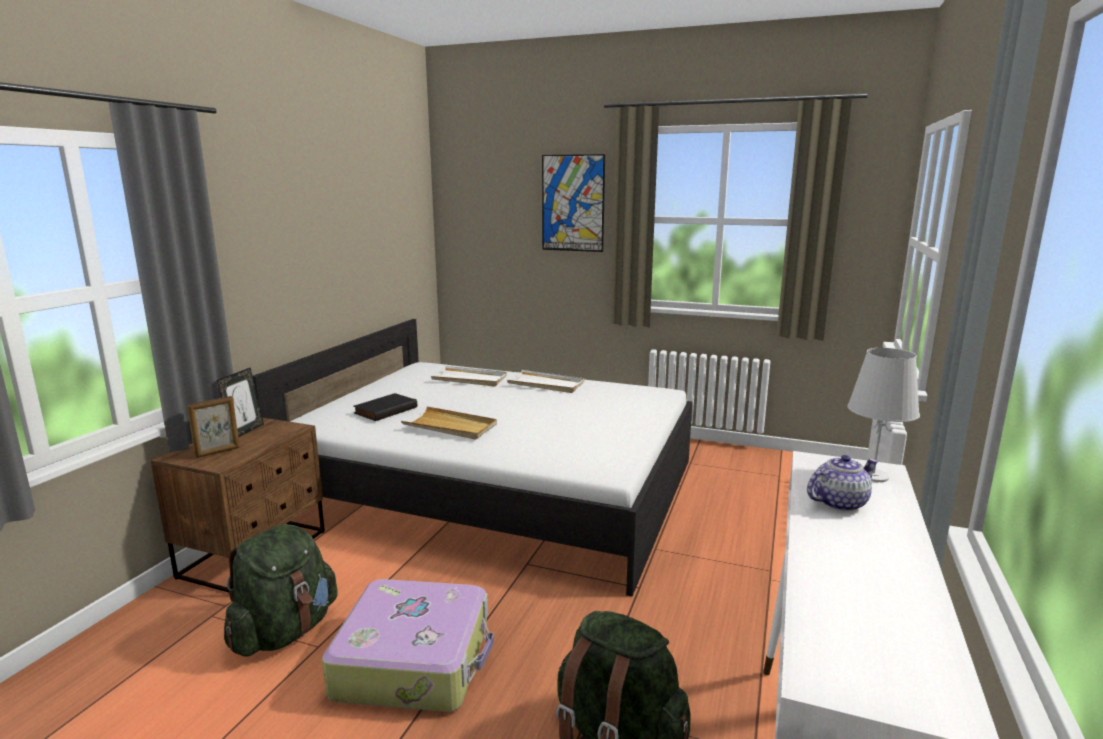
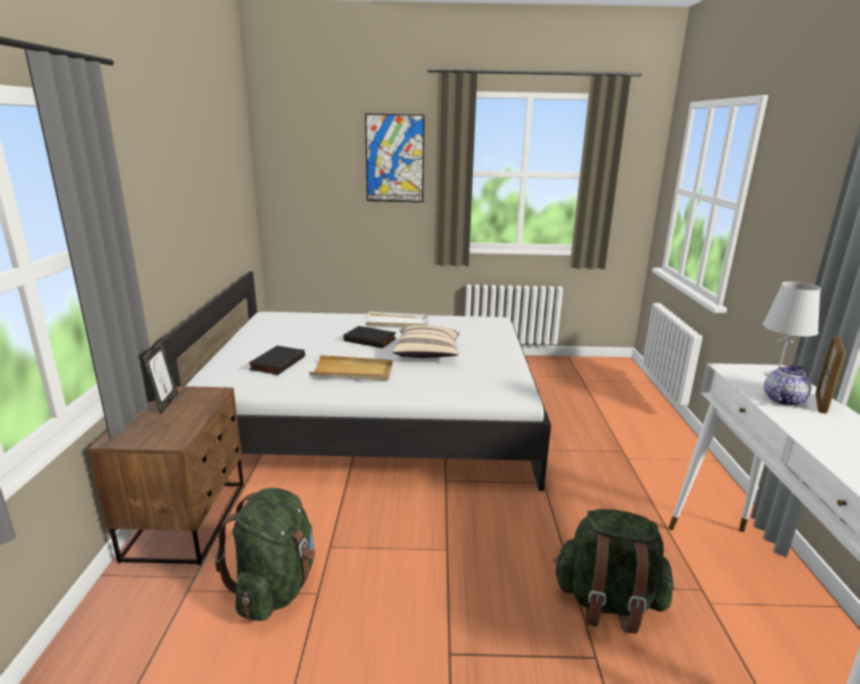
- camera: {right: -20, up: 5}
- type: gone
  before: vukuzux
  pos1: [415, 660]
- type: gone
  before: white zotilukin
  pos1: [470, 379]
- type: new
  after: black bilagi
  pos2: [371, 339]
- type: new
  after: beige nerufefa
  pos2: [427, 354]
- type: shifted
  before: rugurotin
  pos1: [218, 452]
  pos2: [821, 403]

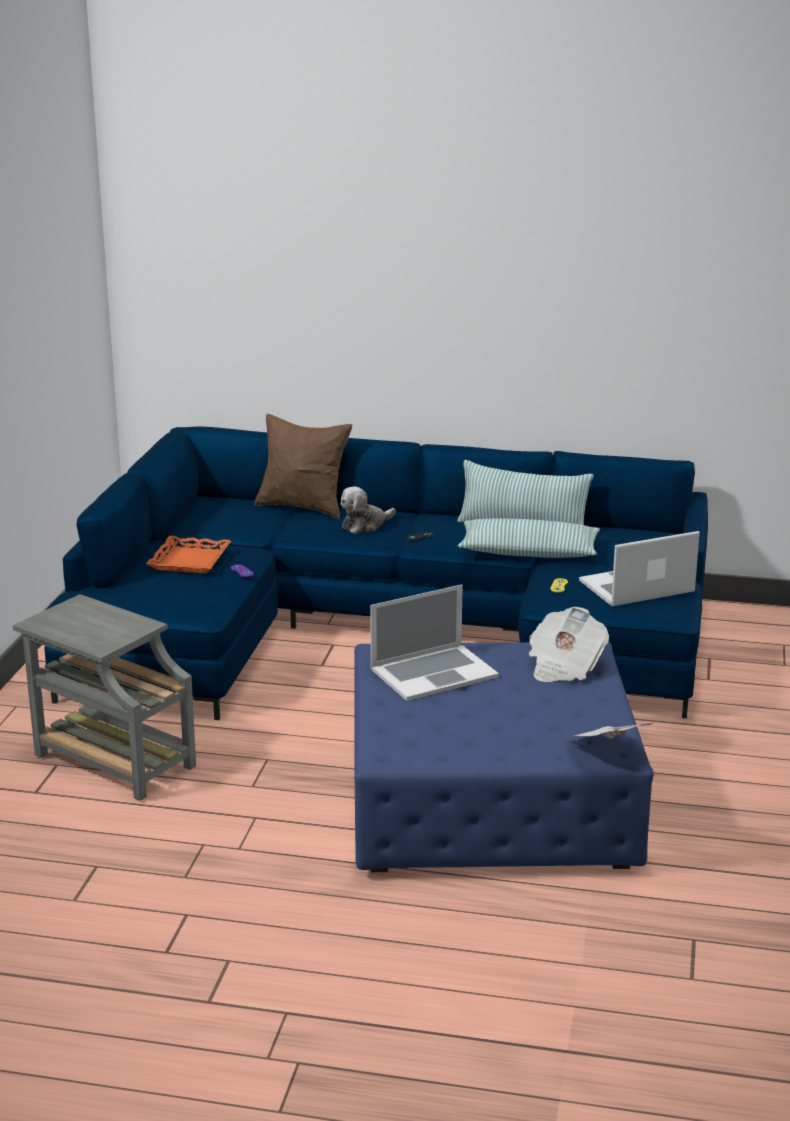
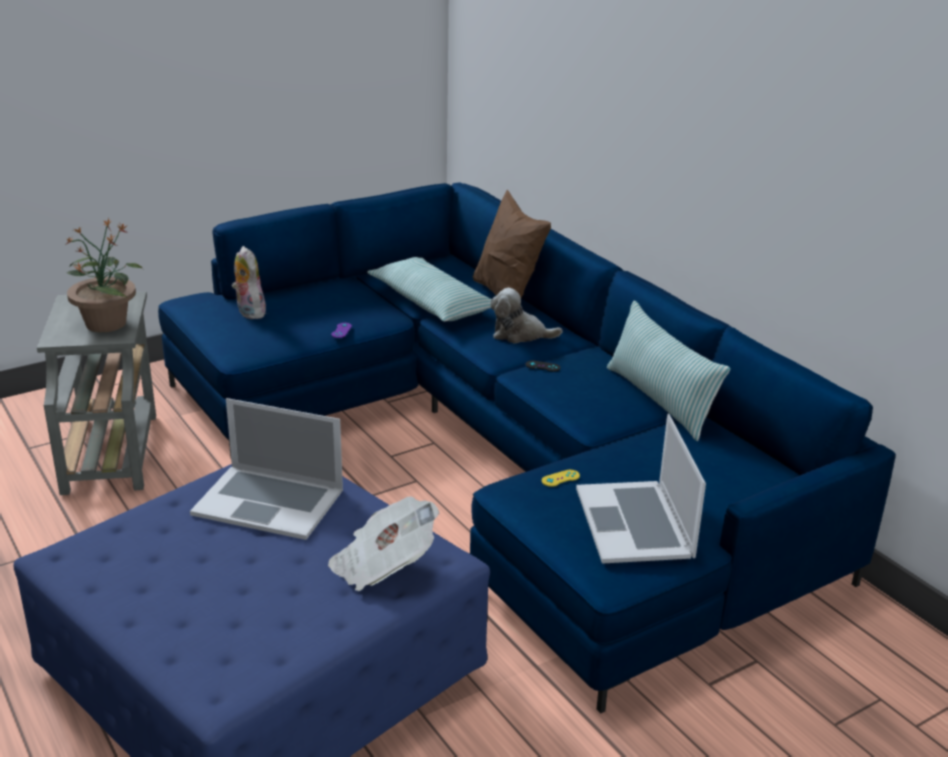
- camera: {right: 45, up: 5}
- type: gone
  before: orange zotilukin
  pos1: [189, 560]
- type: gone
  before: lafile
  pos1: [607, 751]
- type: new
  after: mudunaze
  pos2: [106, 323]
- type: new
  after: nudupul
  pos2: [248, 312]
- type: shifted
  before: nerufefa
  pos1: [528, 552]
  pos2: [432, 303]
- type: rotated
  before: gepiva
  pos1: [637, 586]
  pos2: [635, 522]
  turn: -120

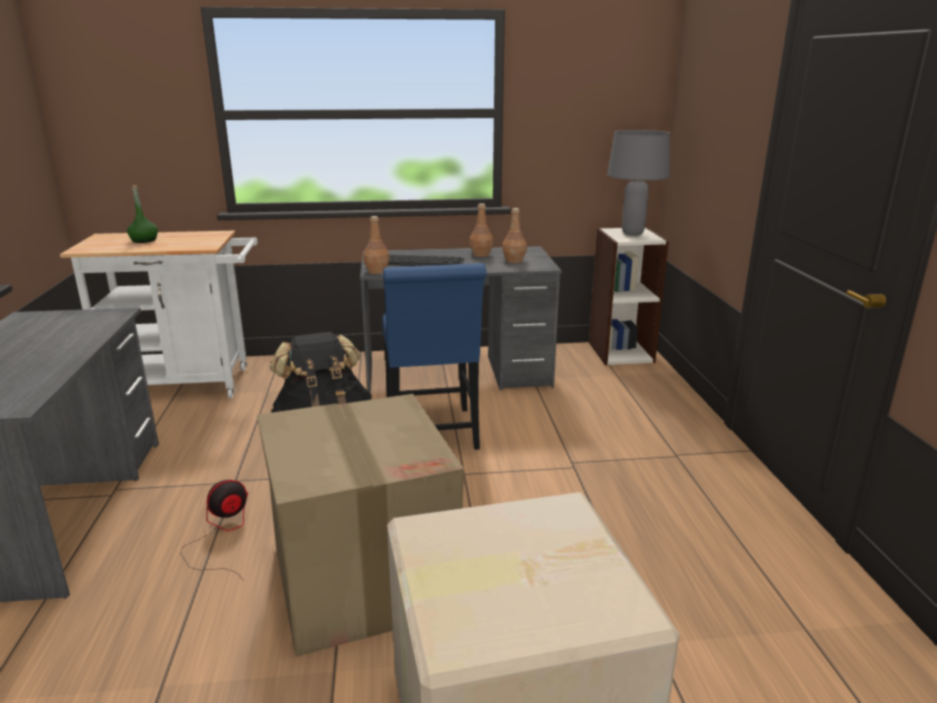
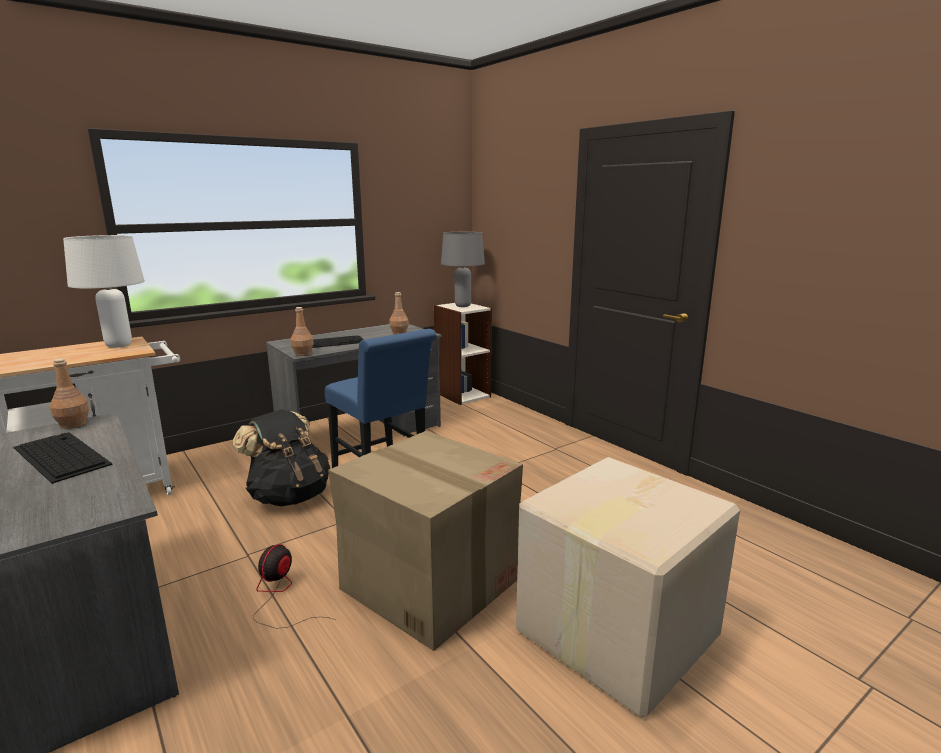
- camera: {right: -30, up: -5}
- type: gone
  before: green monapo
  pos1: [144, 240]
- type: new
  after: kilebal
  pos2: [60, 455]
- type: new
  after: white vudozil
  pos2: [119, 345]
- type: shifted
  before: brown monapo
  pos1: [481, 254]
  pos2: [73, 424]

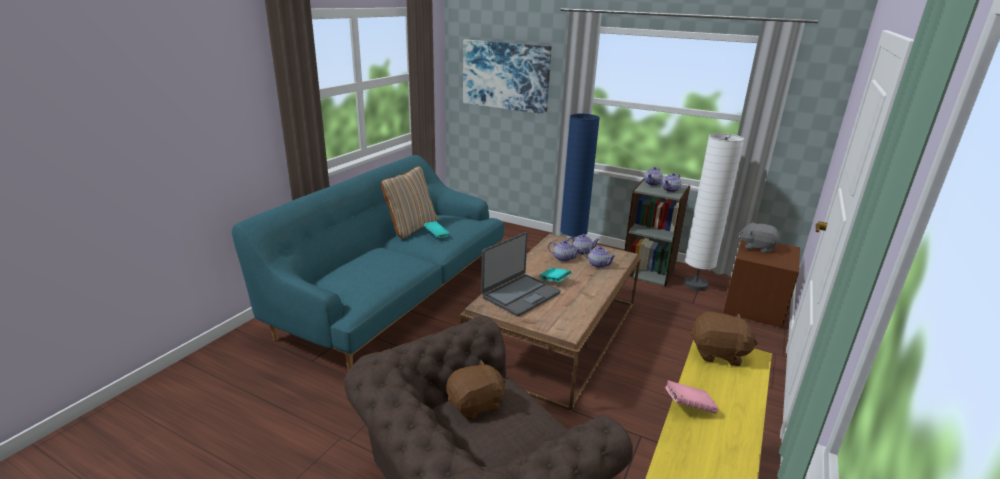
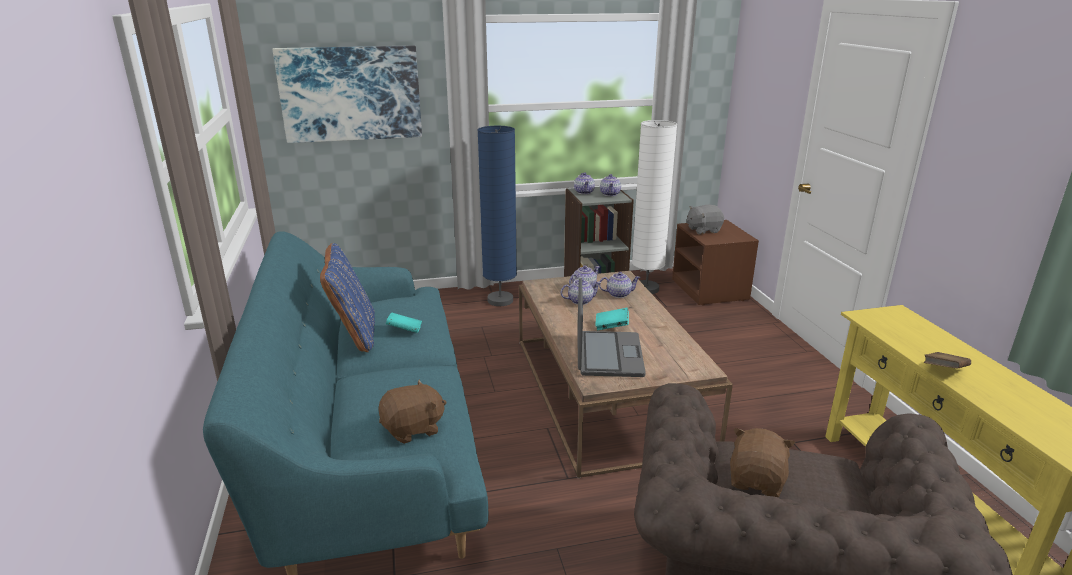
- camera: {right: -40, up: 0}
- type: shifted
  before: brown nudupul
  pos1: [718, 353]
  pos2: [413, 429]
- type: repainted
  before: beige nerufefa
  after: blue nerufefa
  pos1: [411, 227]
  pos2: [354, 334]
- type: repainted
  before: pink bilagi
  after: brown bilagi
  pos1: [688, 406]
  pos2: [944, 371]

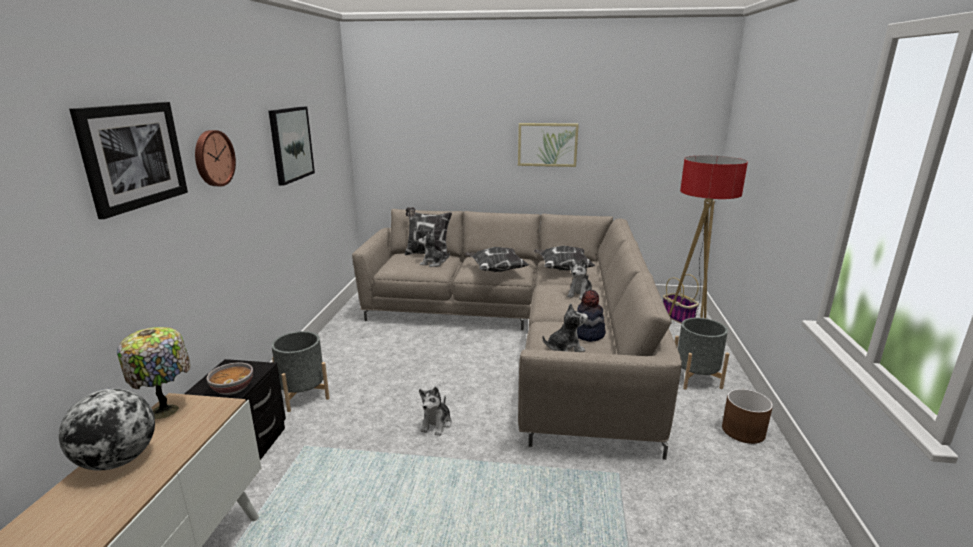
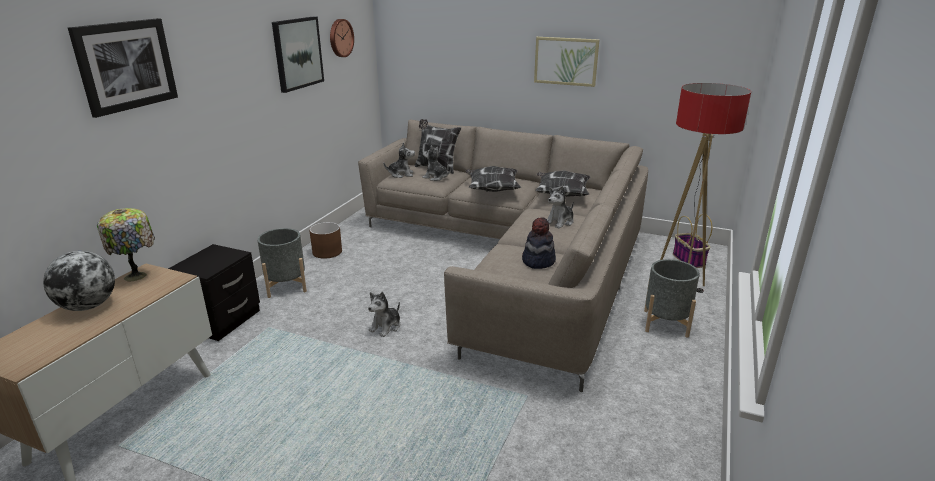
- camera: {right: 15, up: 5}
- type: gone
  before: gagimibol
  pos1: [232, 388]
- type: shifted
  before: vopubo
  pos1: [213, 158]
  pos2: [340, 38]
- type: shifted
  before: nudupul
  pos1: [564, 349]
  pos2: [401, 174]
- type: shifted
  before: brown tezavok
  pos1: [743, 430]
  pos2: [327, 252]

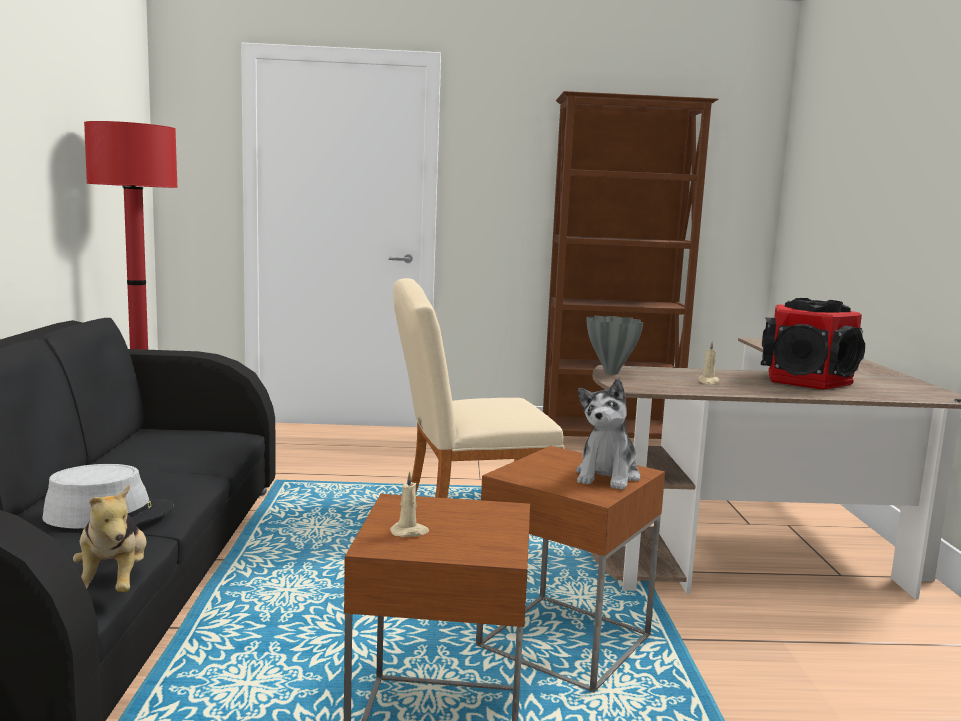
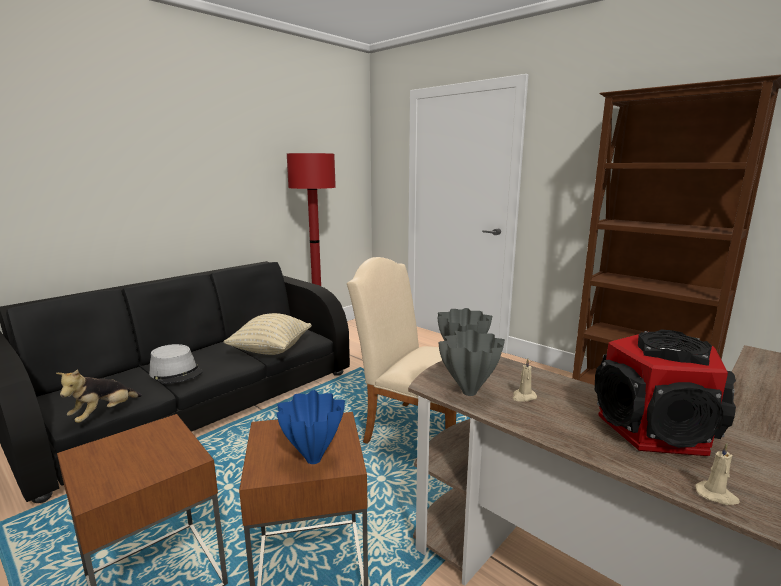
- camera: {right: 45, up: 5}
- type: new
  after: beige nerufefa
  pos2: [271, 350]
- type: new
  after: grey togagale
  pos2: [470, 392]
- type: shifted
  before: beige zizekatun
  pos1: [409, 532]
  pos2: [716, 495]
- type: swapped
  before: nudupul
  after: blue togagale
  pos1: [607, 476]
  pos2: [314, 458]

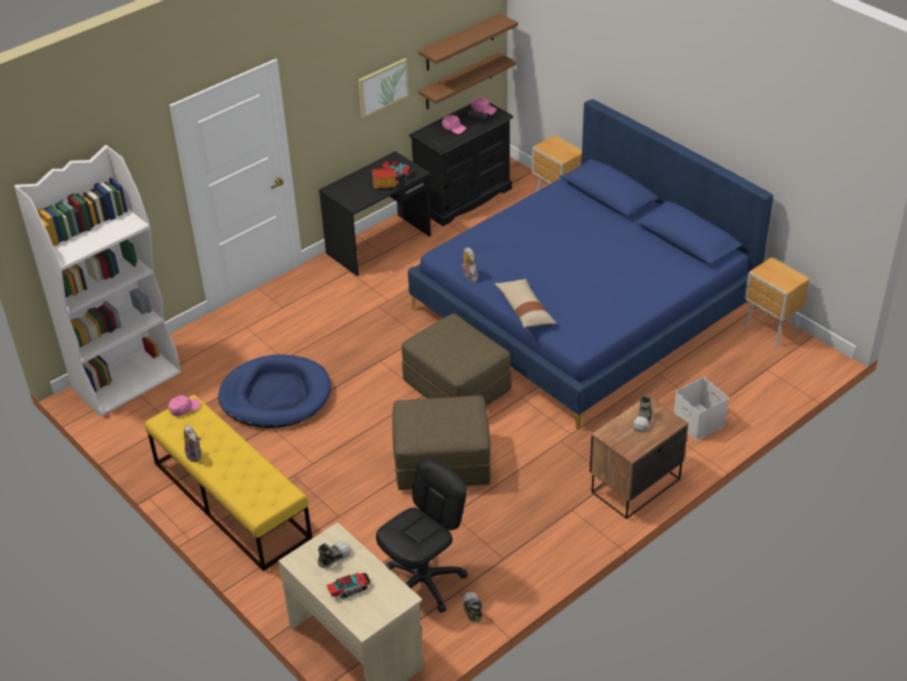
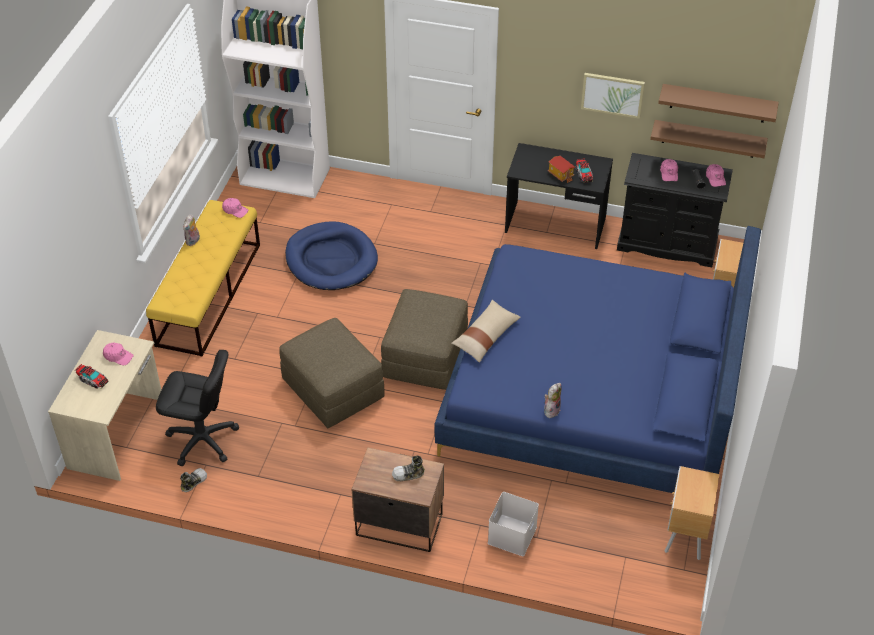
- camera: {right: 55, up: 5}
- type: shifted
  before: nudupul
  pos1: [469, 277]
  pos2: [551, 410]
- type: swapped
  before: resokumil
  after: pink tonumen
  pos1: [333, 557]
  pos2: [118, 356]

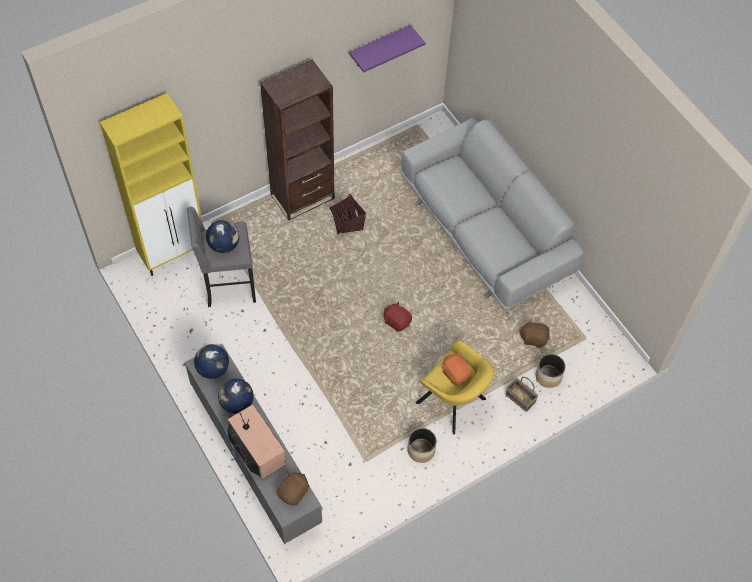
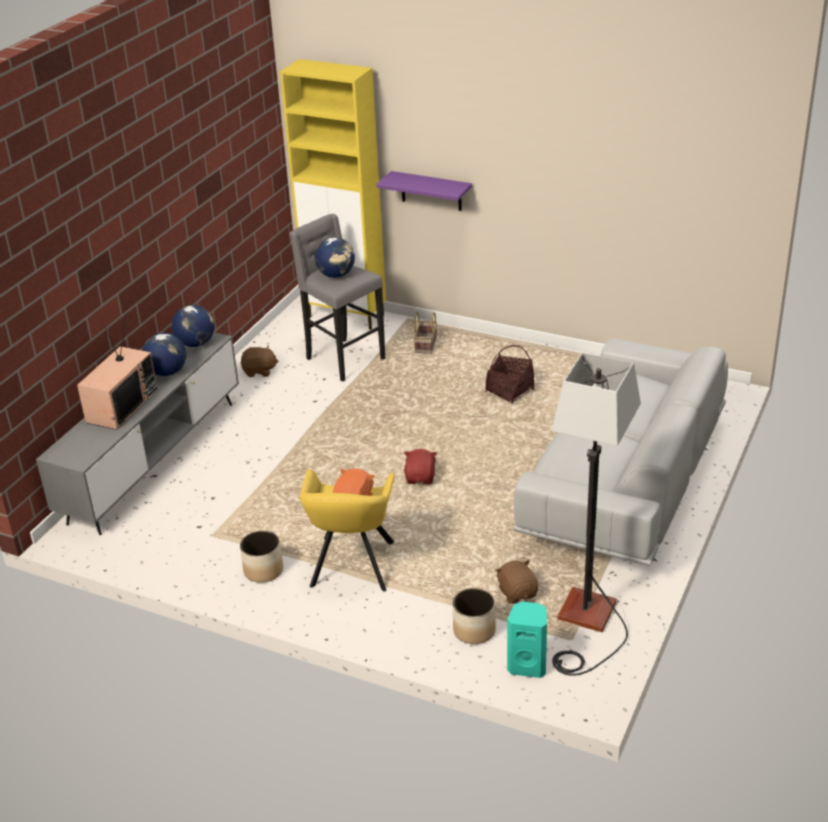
- camera: {right: 60, up: -25}
- type: gone
  before: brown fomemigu
  pos1: [302, 197]
- type: new
  after: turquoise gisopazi
  pos2: [528, 665]
- type: new
  after: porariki
  pos2: [586, 623]
- type: shifted
  before: brown nudupul
  pos1: [294, 492]
  pos2: [259, 371]
- type: shifted
  before: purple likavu
  pos1: [379, 46]
  pos2: [431, 191]
- type: shifted
  before: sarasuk
  pos1: [521, 398]
  pos2: [426, 346]

